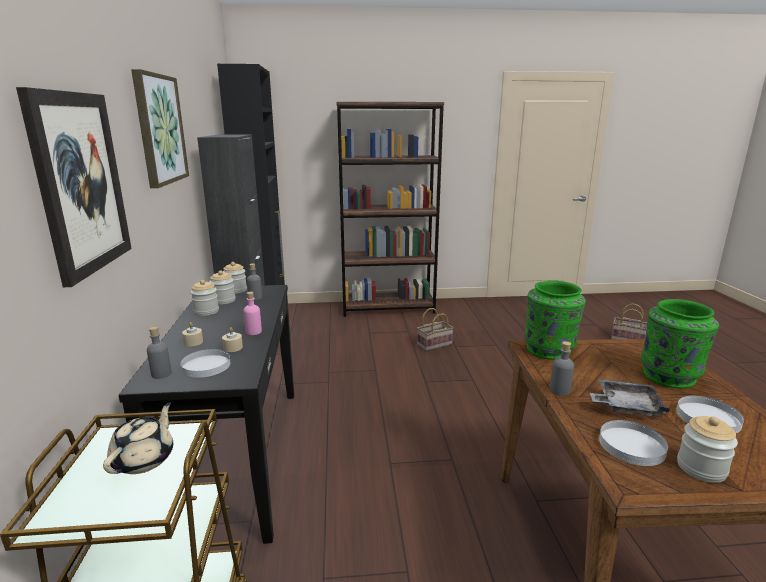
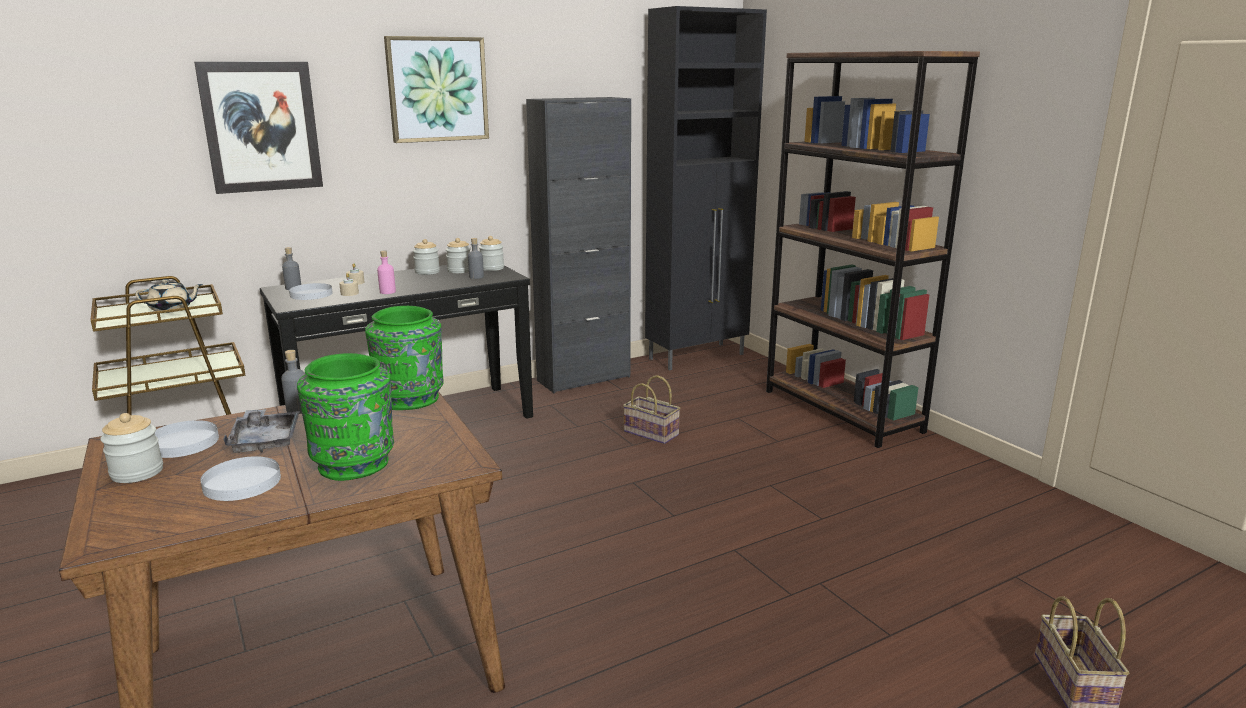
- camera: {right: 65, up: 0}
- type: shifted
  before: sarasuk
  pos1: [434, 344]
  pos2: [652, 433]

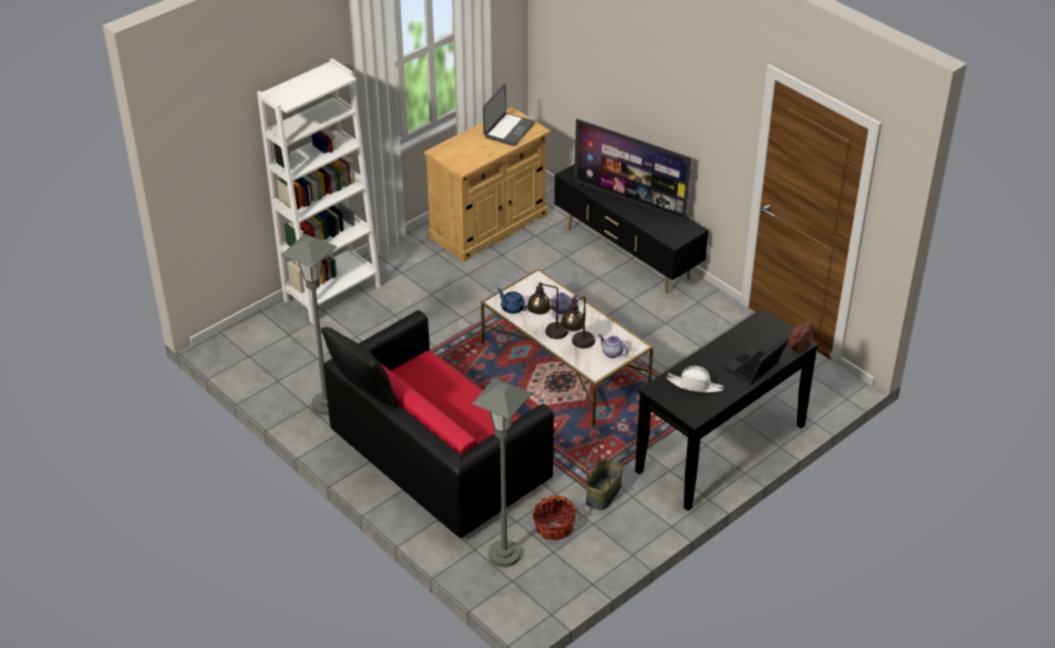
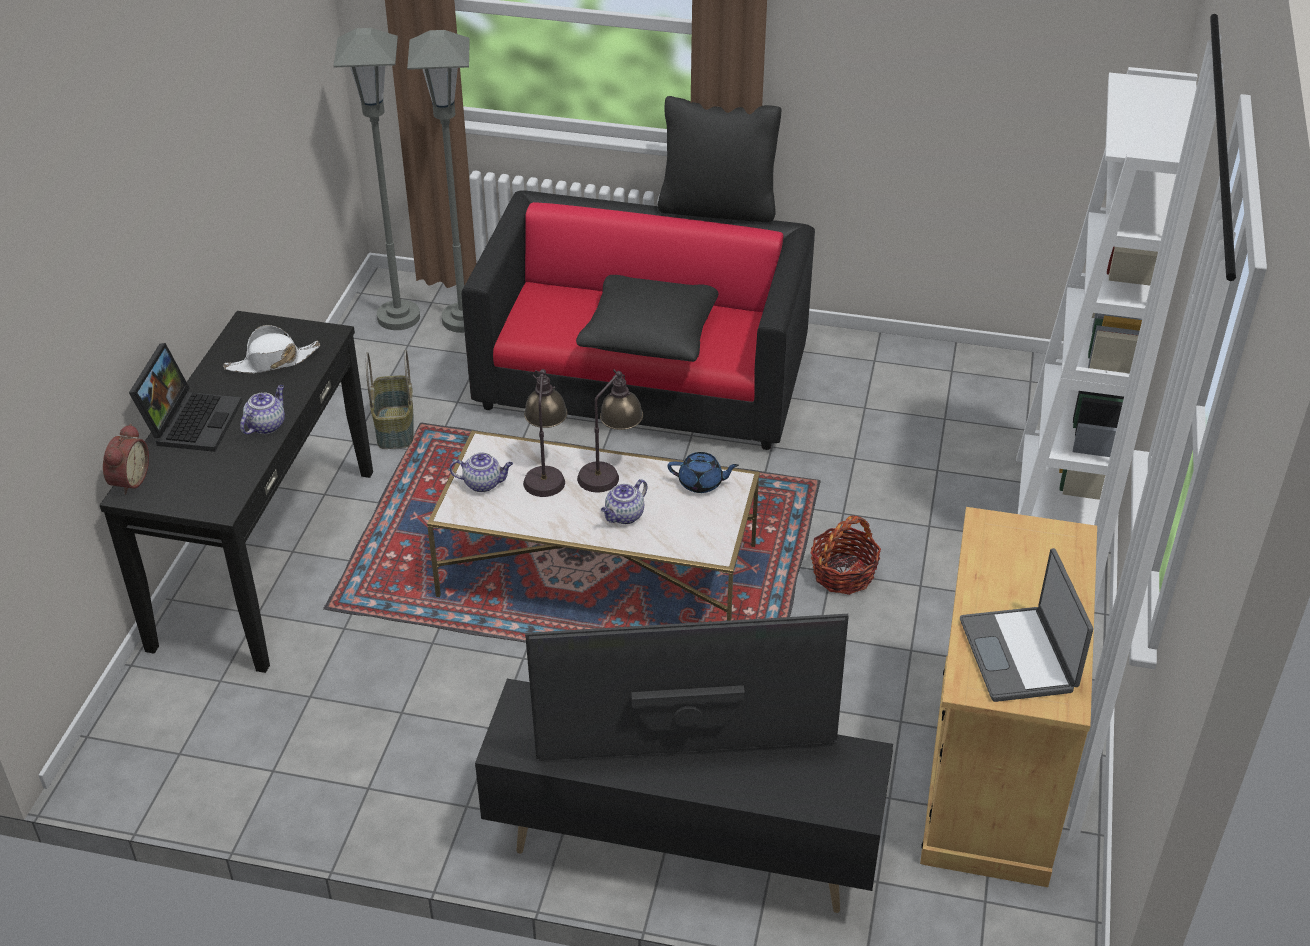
- camera: {right: 145, up: 0}
- type: new
  after: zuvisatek
  pos2: [266, 425]
- type: new
  after: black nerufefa
  pos2: [649, 335]
- type: shifted
  before: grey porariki
  pos1: [326, 404]
  pos2: [399, 317]
- type: shifted
  before: sarasuk
  pos1: [554, 527]
  pos2: [843, 574]

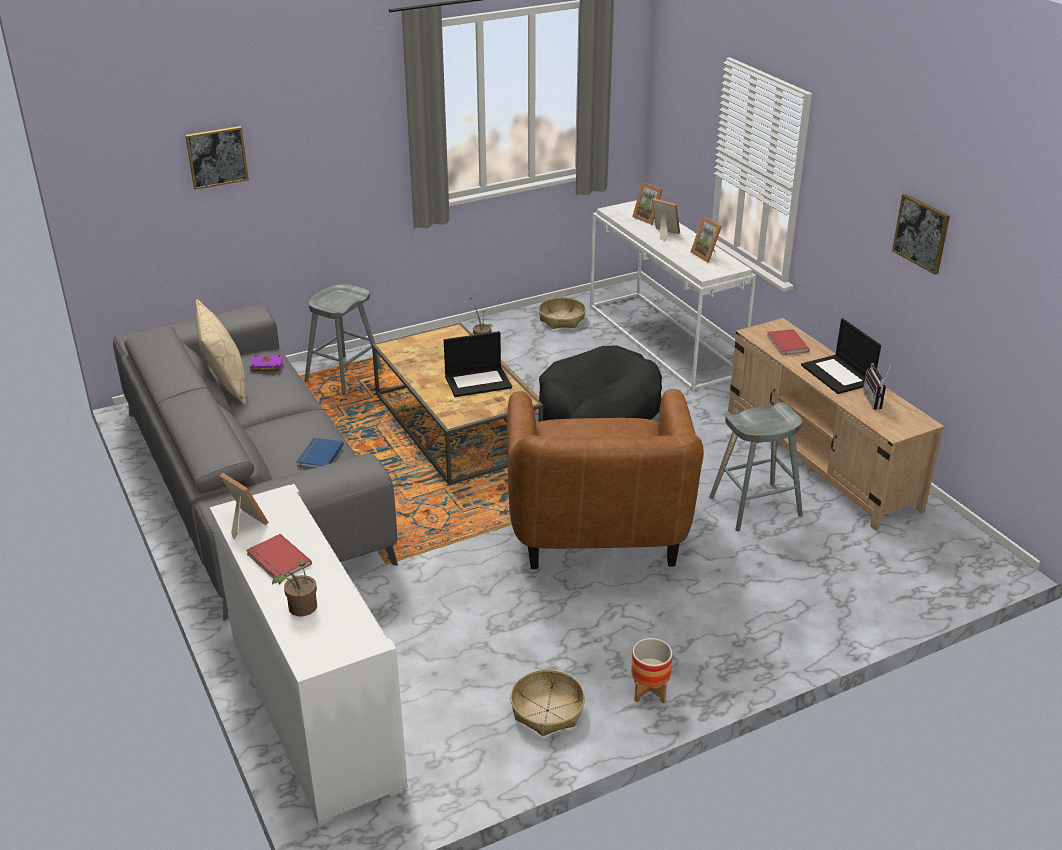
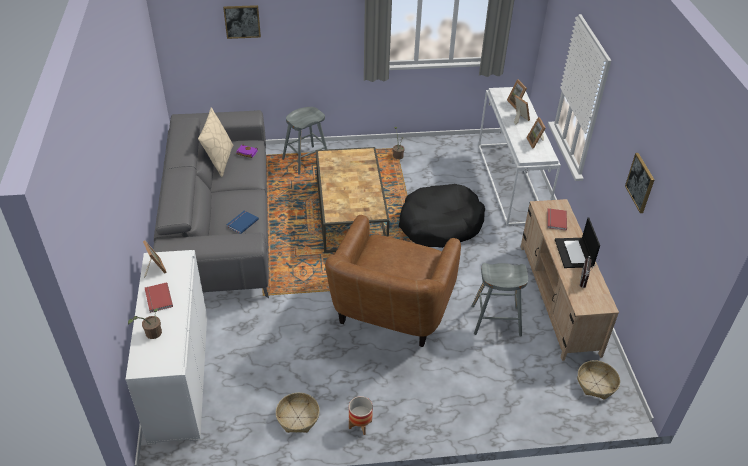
- camera: {right: 20, up: 10}
- type: gone
  before: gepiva
  pos1: [478, 381]
- type: shifted
  before: sarasuk
  pos1: [562, 319]
  pos2: [596, 383]

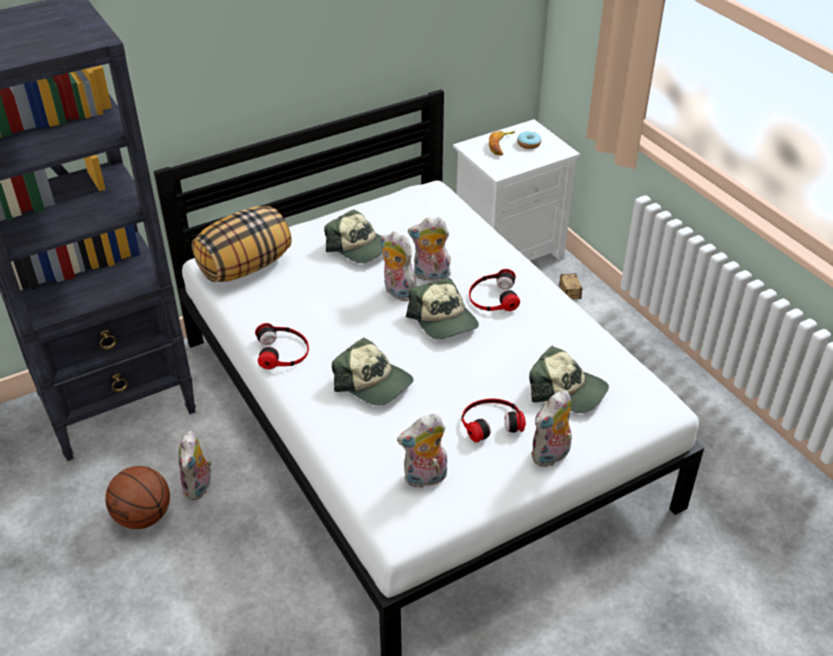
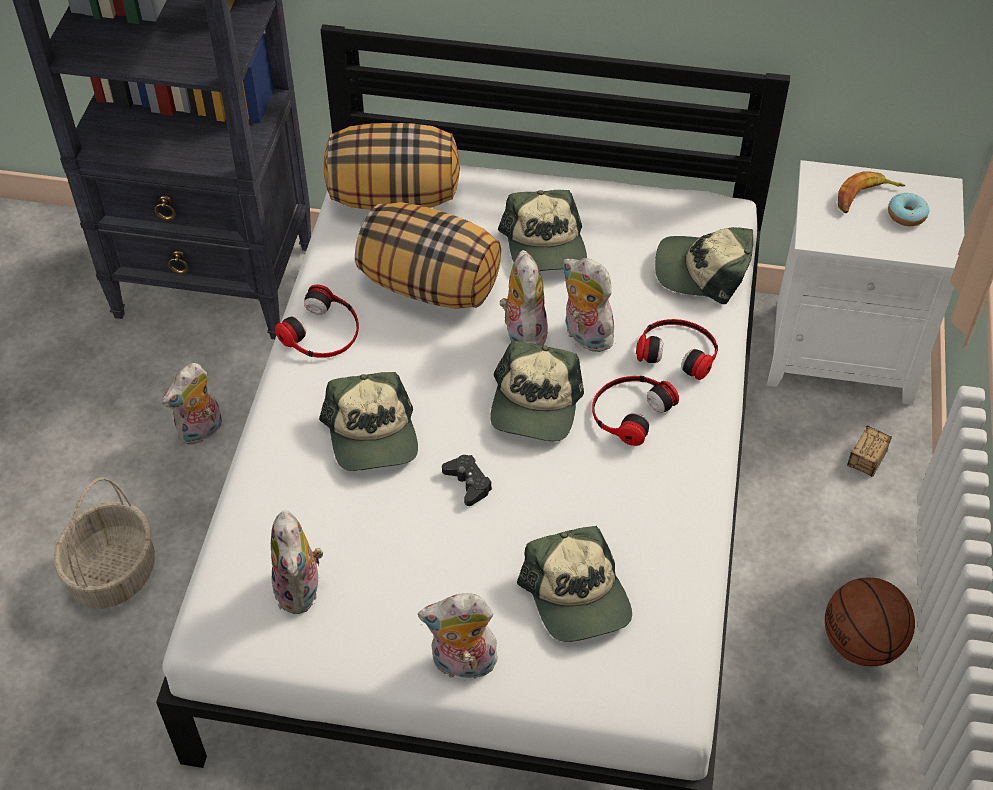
- camera: {right: 40, up: 10}
- type: new
  after: sarasuk
  pos2: [113, 574]
- type: new
  after: nerufefa
  pos2: [430, 285]
- type: new
  after: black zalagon
  pos2: [468, 483]
- type: new
  after: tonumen
  pos2: [702, 271]
- type: shifted
  before: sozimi
  pos1: [144, 516]
  pos2: [861, 643]
- type: shifted
  before: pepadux
  pos1: [490, 422]
  pos2: [678, 350]
- type: rotated
  before: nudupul
  pos1: [425, 479]
  pos2: [301, 590]
  turn: -120

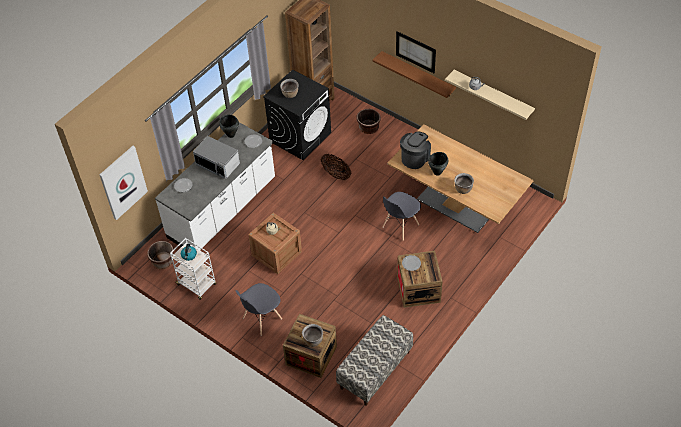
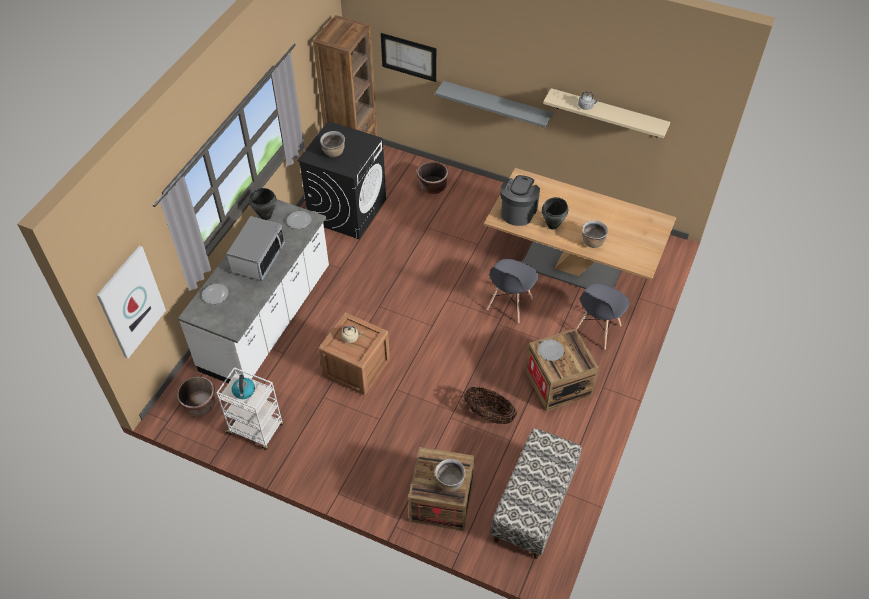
- camera: {right: -15, up: 0}
- type: shifted
  before: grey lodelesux
  pos1: [262, 318]
  pos2: [596, 329]
- type: shifted
  before: sarasuk
  pos1: [336, 174]
  pos2: [489, 414]
- type: shifted
  before: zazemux
  pos1: [415, 52]
  pos2: [408, 57]
- type: repainted
  before: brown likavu
  after: grey likavu
  pos1: [417, 74]
  pos2: [496, 104]
- type: rotated
  before: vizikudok
  pos1: [218, 164]
  pos2: [258, 258]
  turn: -90

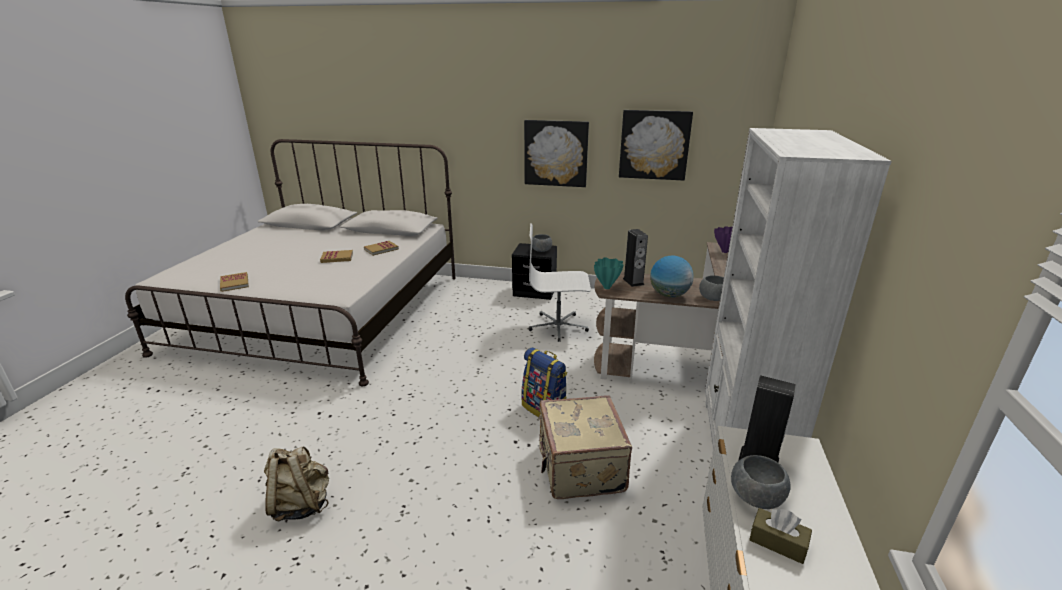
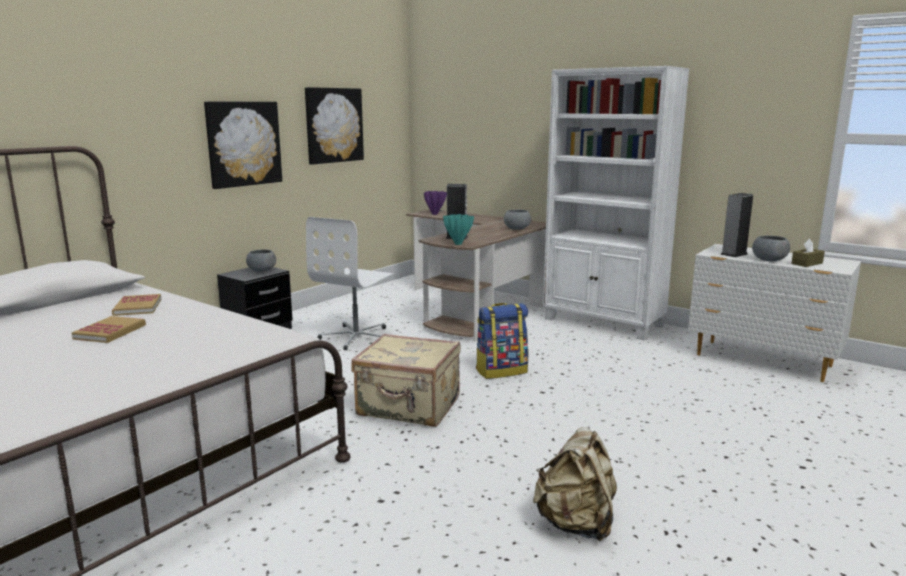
- camera: {right: -65, up: -10}
- type: gone
  before: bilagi
  pos1: [234, 283]
- type: gone
  before: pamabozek
  pos1: [669, 295]
- type: shifted
  before: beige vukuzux
  pos1: [579, 468]
  pos2: [409, 407]

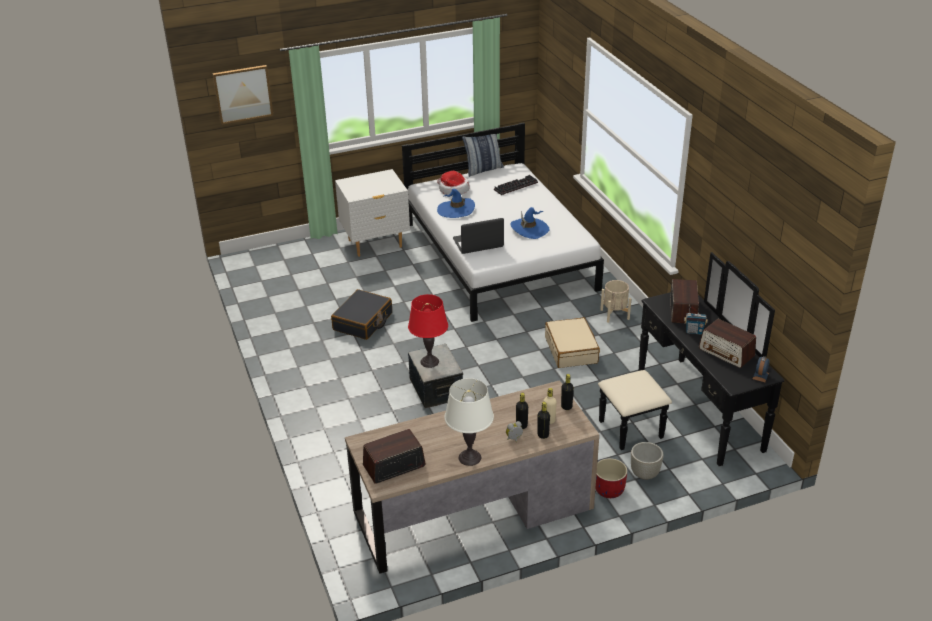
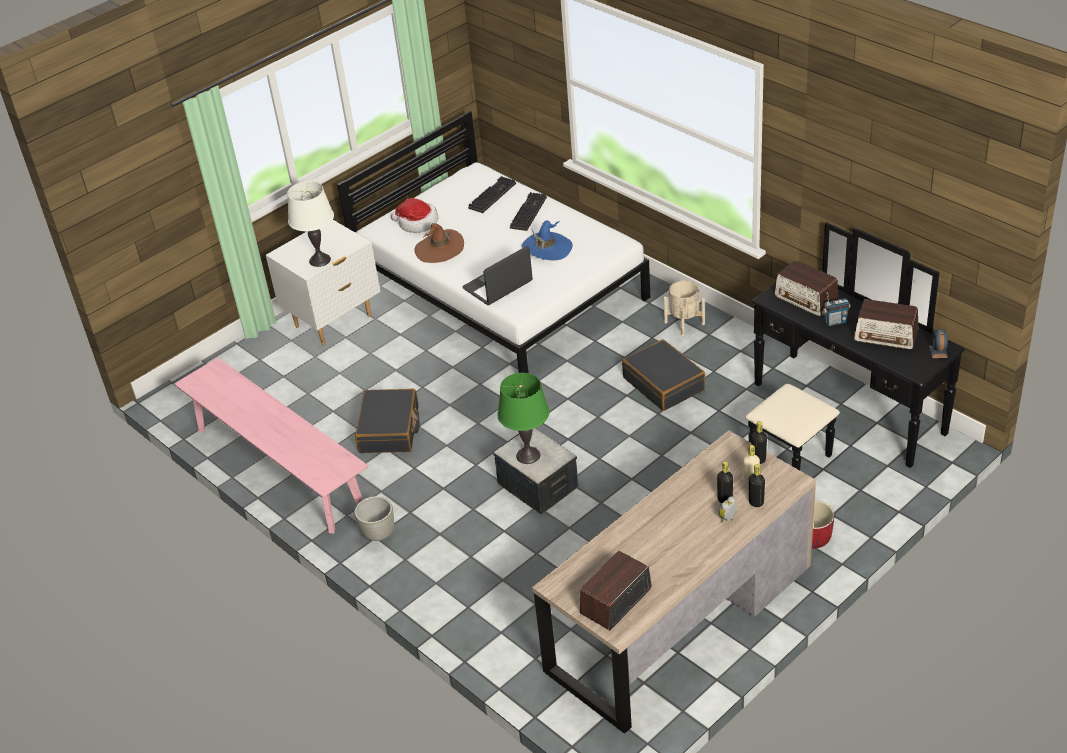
- camera: {right: -20, up: 5}
- type: gone
  before: zazemux
  pos1: [243, 94]
- type: gone
  before: nerufefa
  pos1: [483, 169]
- type: new
  after: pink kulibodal
  pos2: [279, 468]
- type: new
  after: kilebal
  pos2: [527, 212]
- type: shifted
  before: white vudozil
  pos1: [470, 457]
  pos2: [320, 260]
- type: shifted
  before: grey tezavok
  pos1: [645, 474]
  pos2: [378, 534]
- type: repainted
  before: red vudozil
  after: green vudozil
  pos1: [429, 361]
  pos2: [528, 455]
- type: repainted
  before: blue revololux
  after: brown revololux
  pos1: [456, 210]
  pos2: [439, 249]
- type: repainted
  before: beige vukuzux
  after: black vukuzux
  pos1: [571, 350]
  pos2: [664, 384]
- type: rotated
  before: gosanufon
  pos1: [683, 310]
  pos2: [806, 299]
  turn: 150

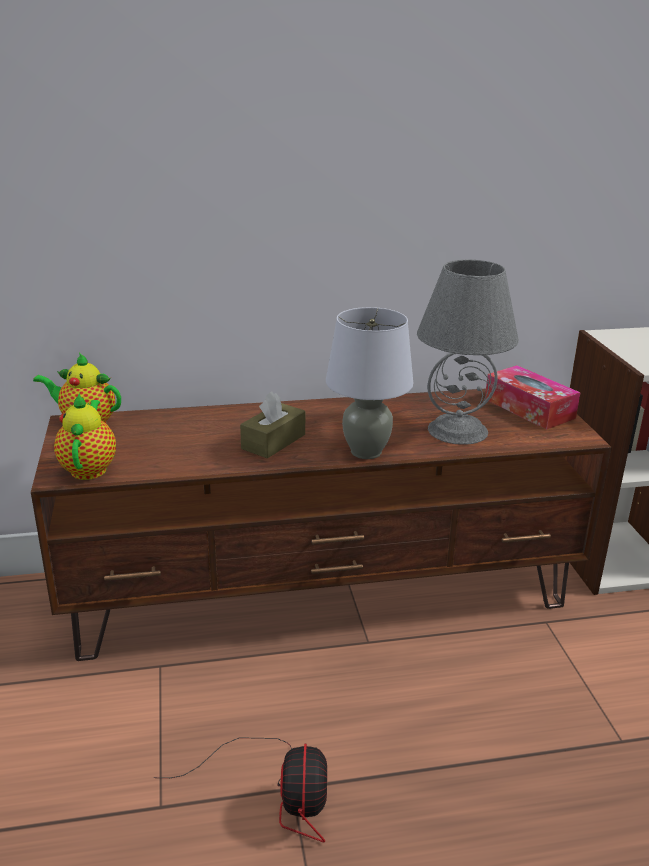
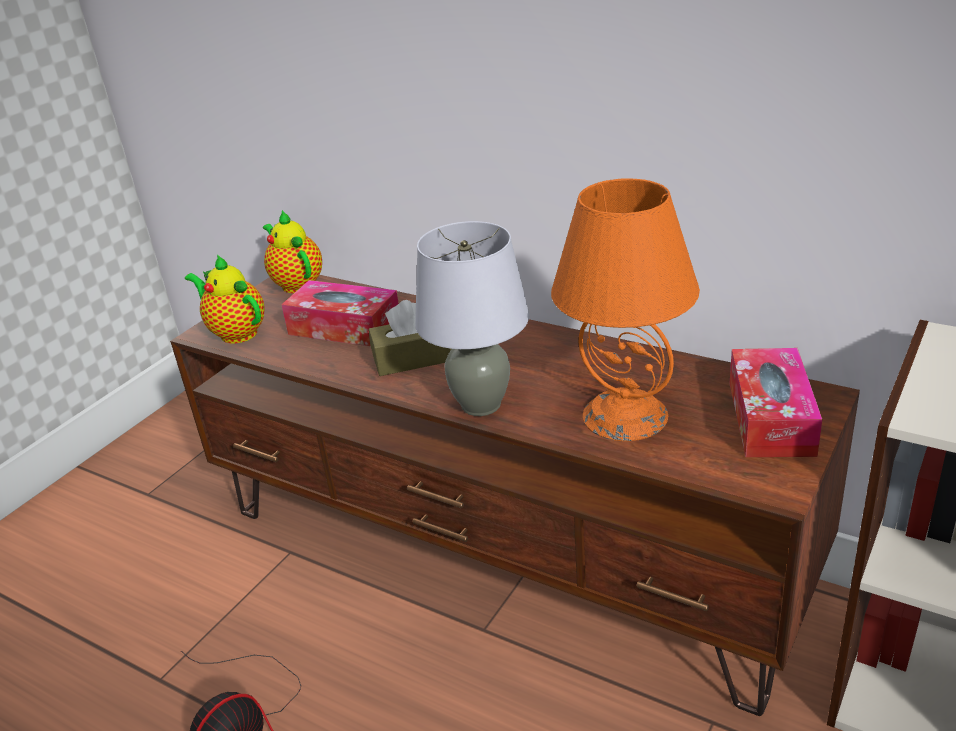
- camera: {right: 45, up: 5}
- type: new
  after: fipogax
  pos2: [344, 327]
- type: repainted
  before: grey vudozil
  after: orange vudozil
  pos1: [457, 430]
  pos2: [624, 415]
- type: rotated
  before: zuvisatek
  pos1: [89, 468]
  pos2: [235, 332]
  turn: -90

